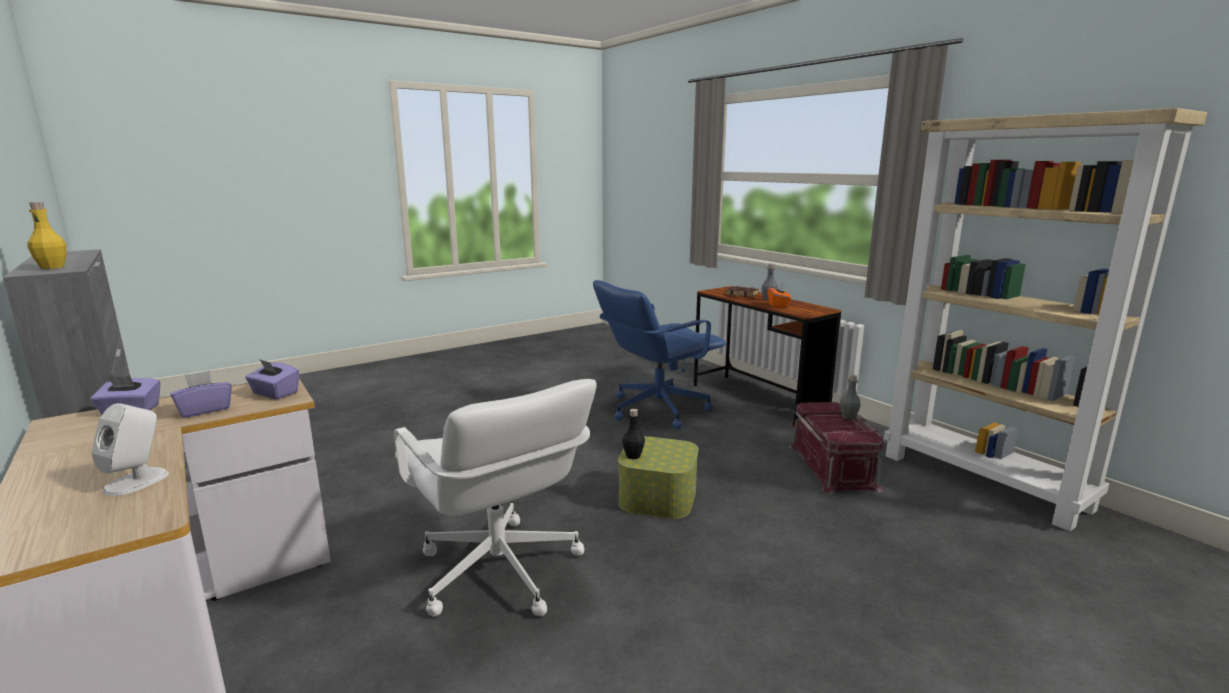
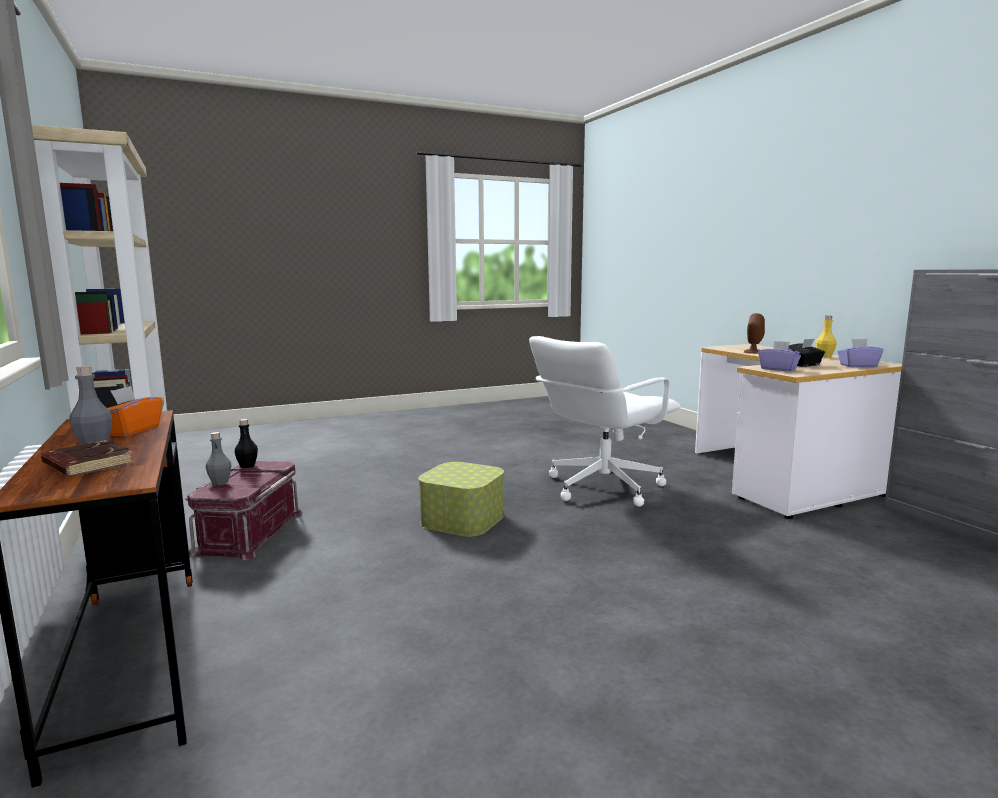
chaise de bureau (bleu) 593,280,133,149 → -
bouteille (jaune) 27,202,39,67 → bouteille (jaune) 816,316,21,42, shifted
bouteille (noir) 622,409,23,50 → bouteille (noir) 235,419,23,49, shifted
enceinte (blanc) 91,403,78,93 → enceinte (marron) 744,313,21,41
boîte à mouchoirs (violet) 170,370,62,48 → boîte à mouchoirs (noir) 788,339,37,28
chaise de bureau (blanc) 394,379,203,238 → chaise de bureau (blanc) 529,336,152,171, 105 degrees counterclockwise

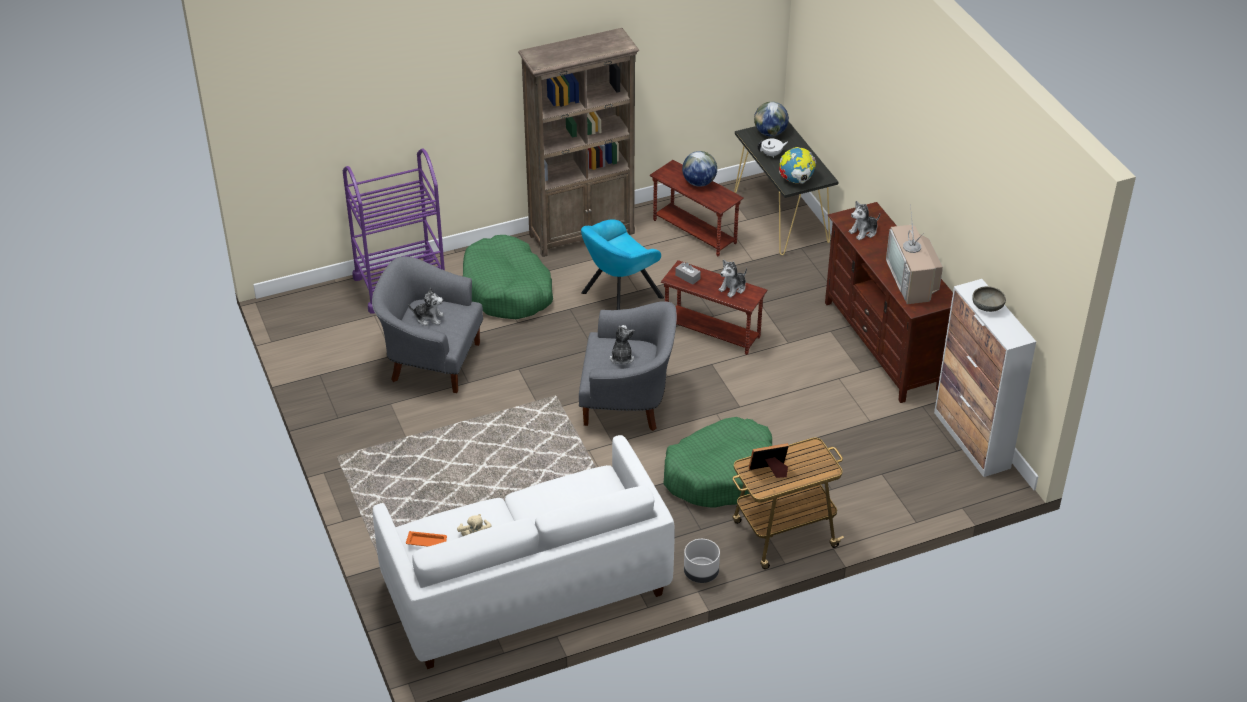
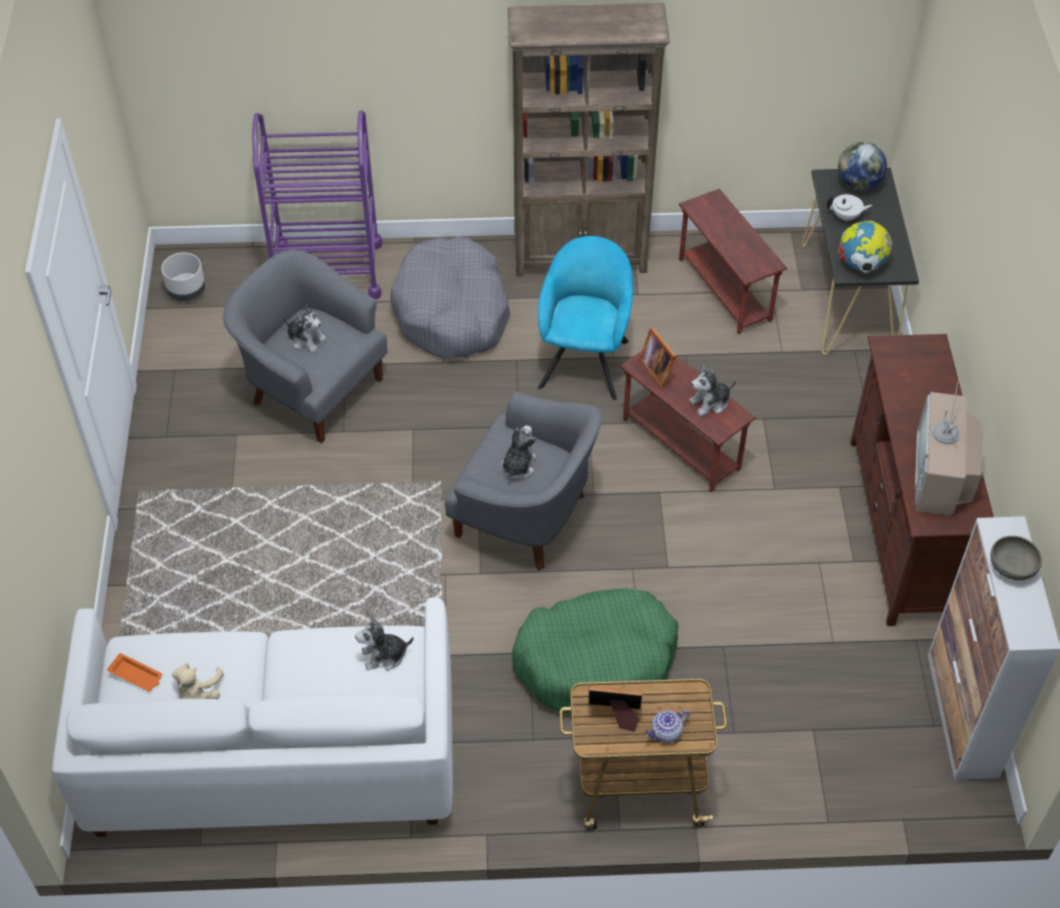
globe 682,151,35,36 → -
- → théière 645,710,45,33
cache-pot (gris) 684,539,36,44 → cache-pot (gris) 161,252,44,49, shifted
peluche 849,201,31,39 → peluche 355,614,58,57, shifted
boîte à mouchoirs (gris) 675,262,26,23 → cadre photo 638,327,38,62
panier pour chien (vert) 463,235,90,84 → panier pour chien (gris) 391,237,119,121
fauteuil (turquoise) 581,219,83,91 → fauteuil (turquoise) 538,236,95,164, 120 degrees clockwise

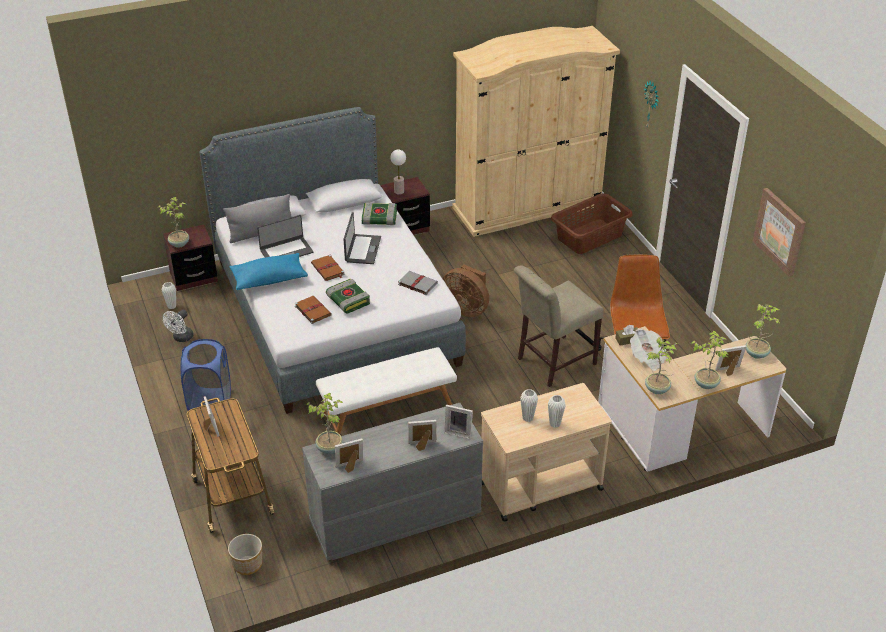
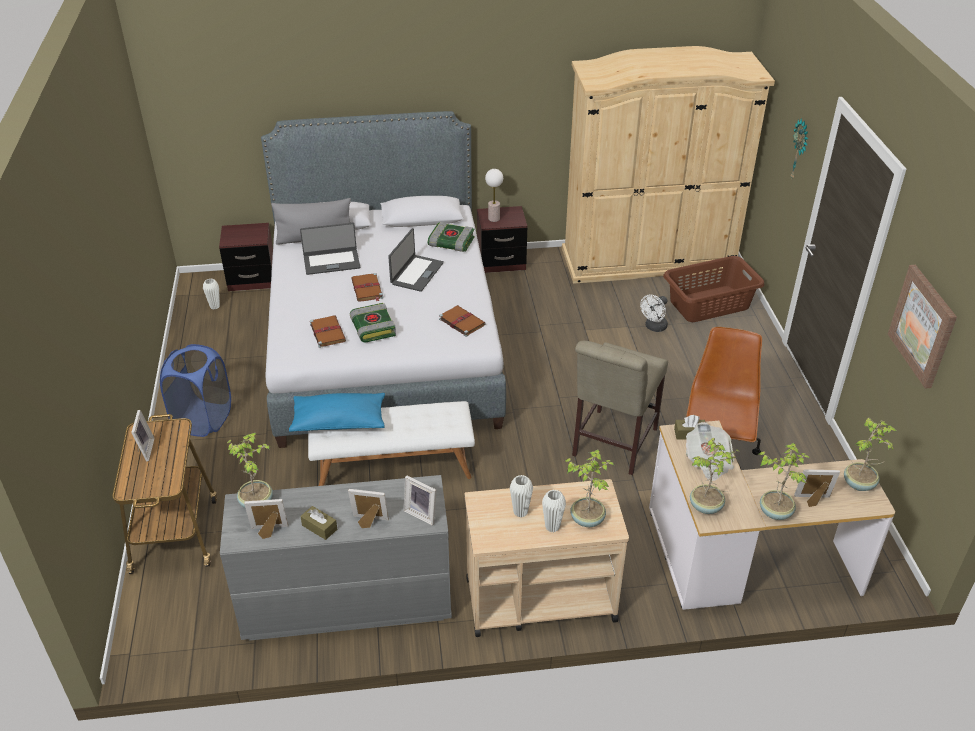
cache-pot 228,534,34,41 → -
ventilateur (marron) 443,265,46,52 → -
- → boîte à mouchoirs (marron) 300,506,37,34
plante en pot 158,197,31,51 → plante en pot 565,450,49,77, shifted
ventilateur (blanc) 163,310,30,32 → ventilateur (blanc) 640,294,28,38, shifted
coussin (bleu) 230,253,78,37 → coussin (bleu) 289,393,96,39, shifted
livre (gris) 398,271,40,24 → livre (marron) 439,305,47,32
chaise (beige) 514,265,90,122 → chaise (beige) 572,341,96,134, 45 degrees counterclockwise

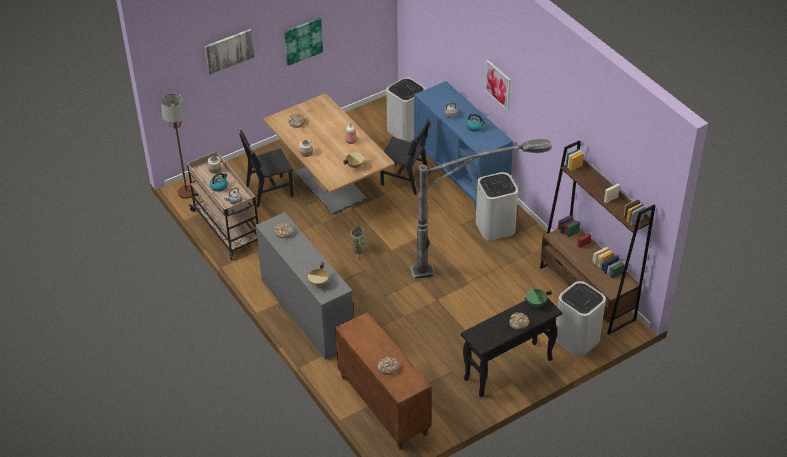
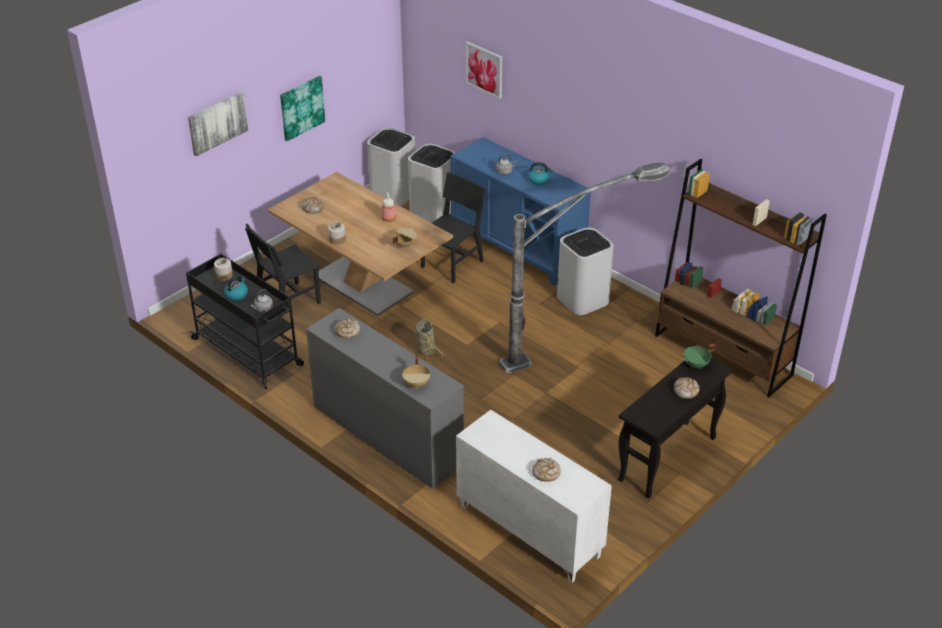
lampadaire (marron) 161,94,35,105 → -
tableau 485,60,26,51 → tableau 466,41,36,58, shifted
poubelle (blanc) 555,281,51,76 → poubelle (blanc) 367,128,48,78, shifted
chariot (beige) 187,151,71,109 → chariot (noir) 186,254,118,135
meuble de rangement (marron) 335,312,97,138 → meuble de rangement (blanc) 456,410,156,173
chaise (noir) 380,118,50,77 → chaise (noir) 421,172,64,111, 60 degrees counterclockwise

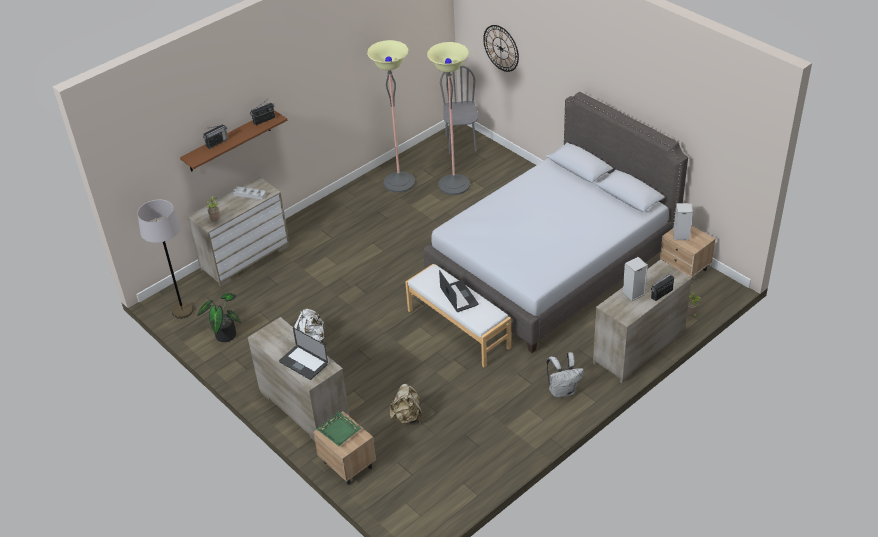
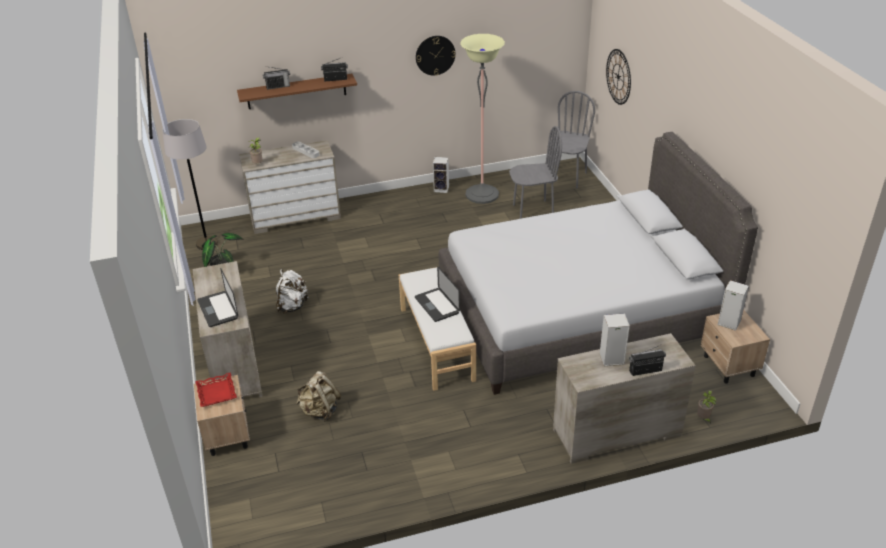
sac à dos (blanc) 547,352,37,46 → -
- → horloge murale 416,36,40,40
- → enceinte 433,157,16,36
lampadaire 427,42,43,153 → chaise (gris) 509,126,53,93
plateau (vert) 316,411,45,35 → plateau (rouge) 195,372,42,35
ordinateur portable 439,270,40,42 → ordinateur portable 415,266,45,56, 150 degrees clockwise

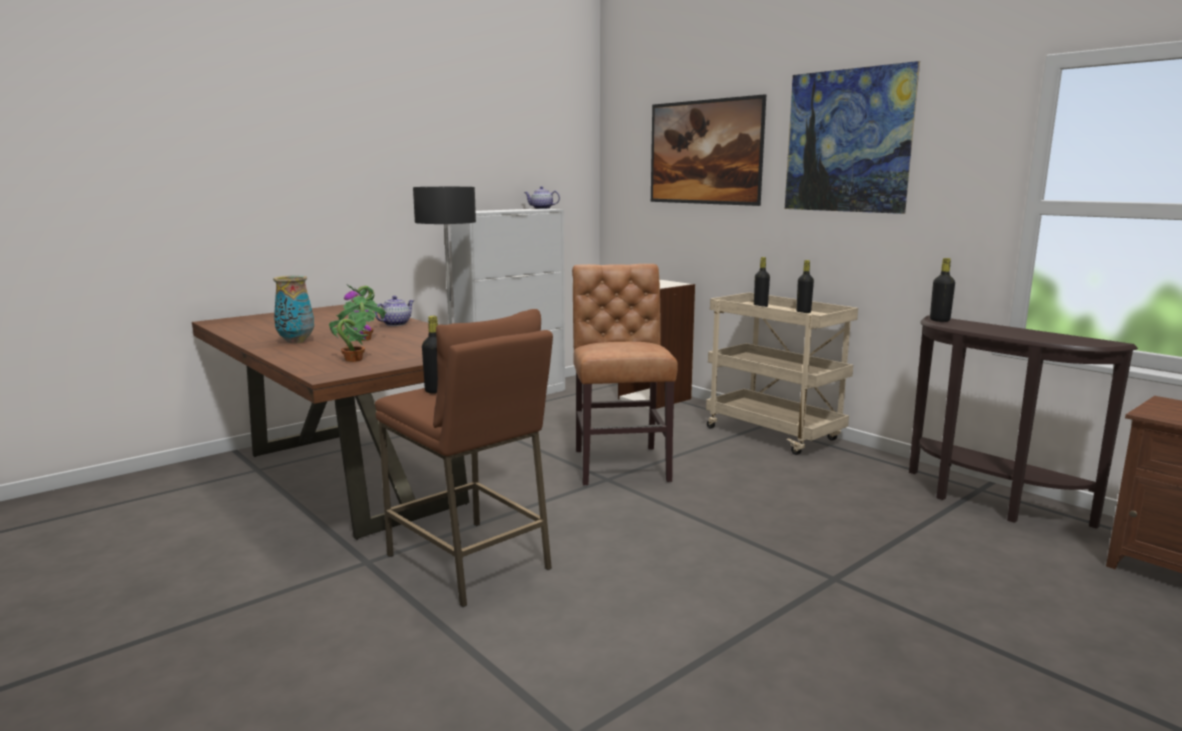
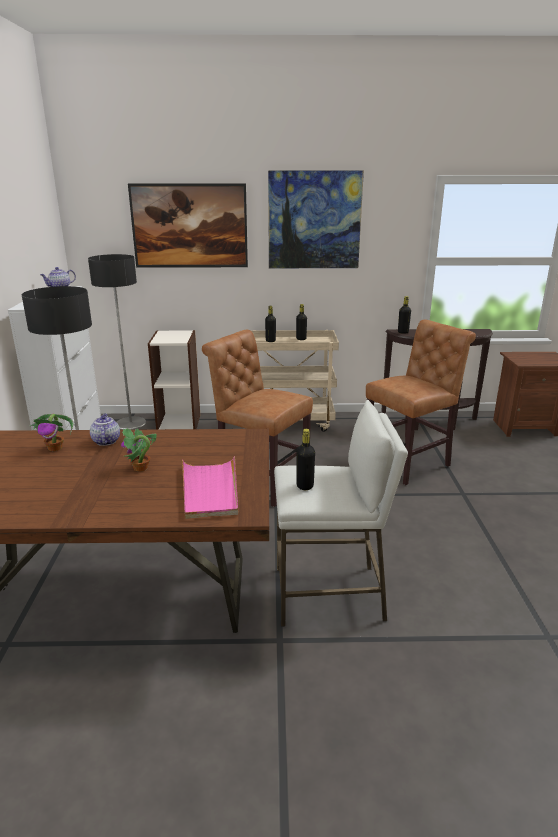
vase 273,275,41,68 → -
- → lampadaire 88,254,59,176
- → chaise (marron) 366,320,110,165
plante en pot 329,311,42,51 → plateau (rose) 182,456,56,63
tabouret (marron) 375,309,178,298 → tabouret (blanc) 274,400,134,227

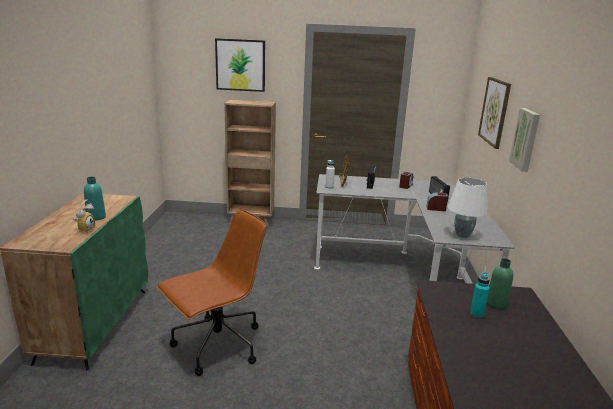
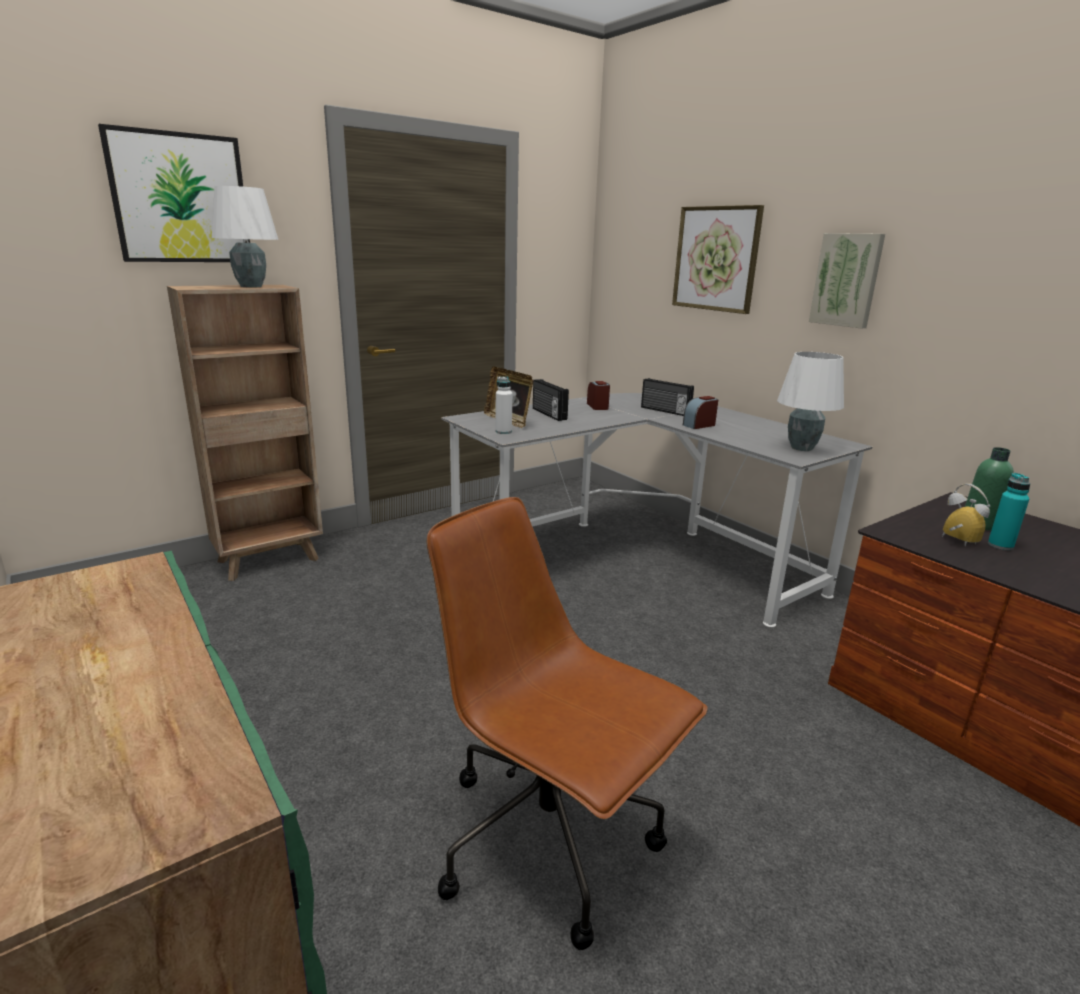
bouteille (turquoise) 84,177,22,44 → -
- → lampe de table (blanc) 212,186,66,101
réveil 73,200,22,32 → réveil 942,483,48,63, shifted
chaise de bureau (marron) 157,209,110,167 → chaise de bureau (marron) 427,497,281,453, 60 degrees counterclockwise

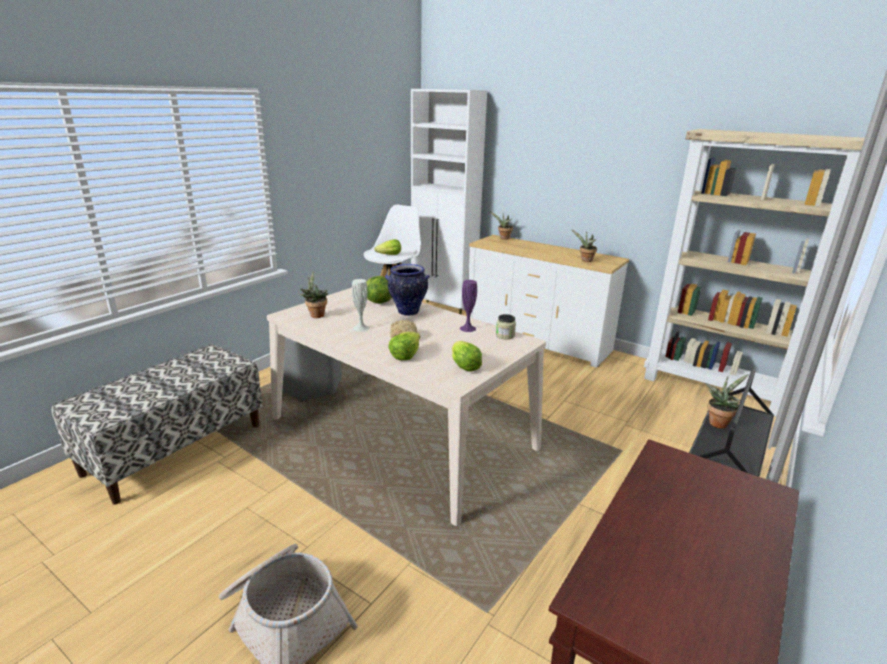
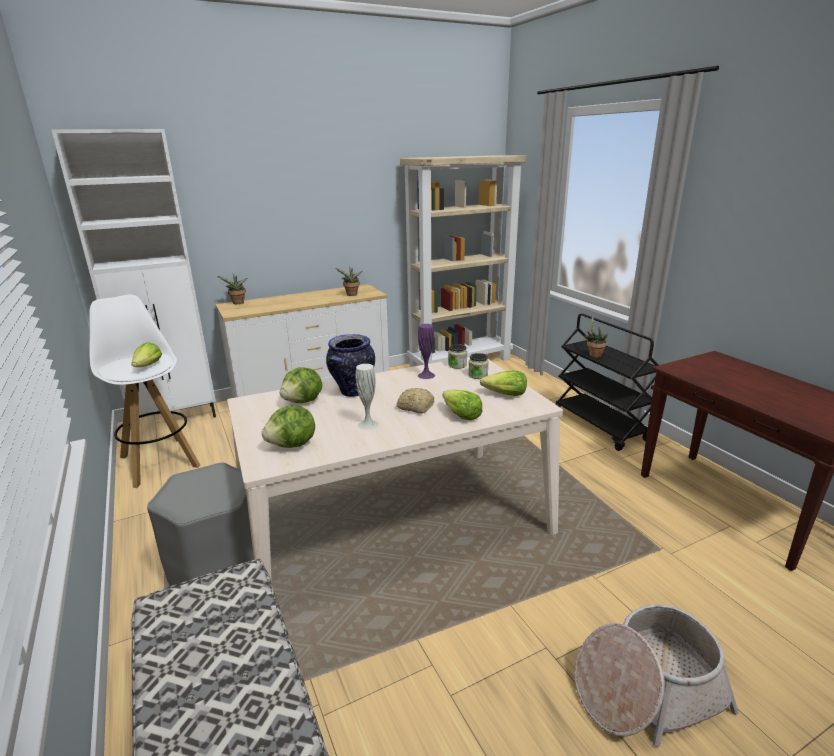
- → bocal 468,353,21,26
plante en pot 300,271,28,47 → laitue 262,405,53,43

